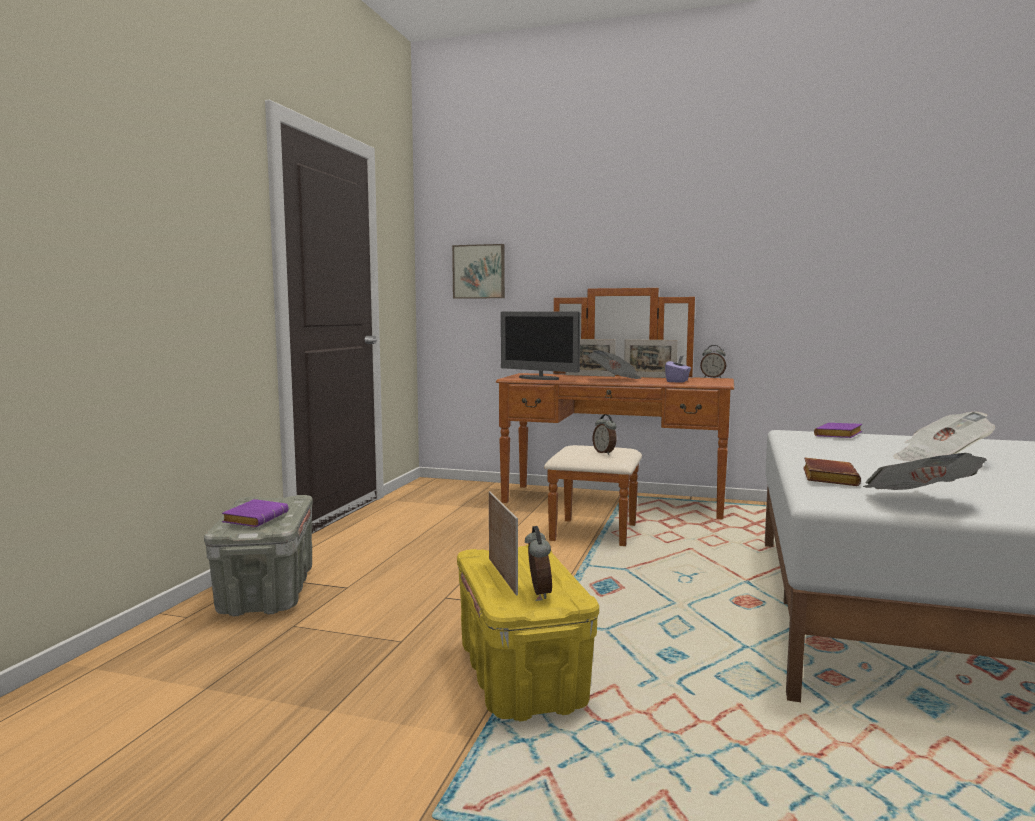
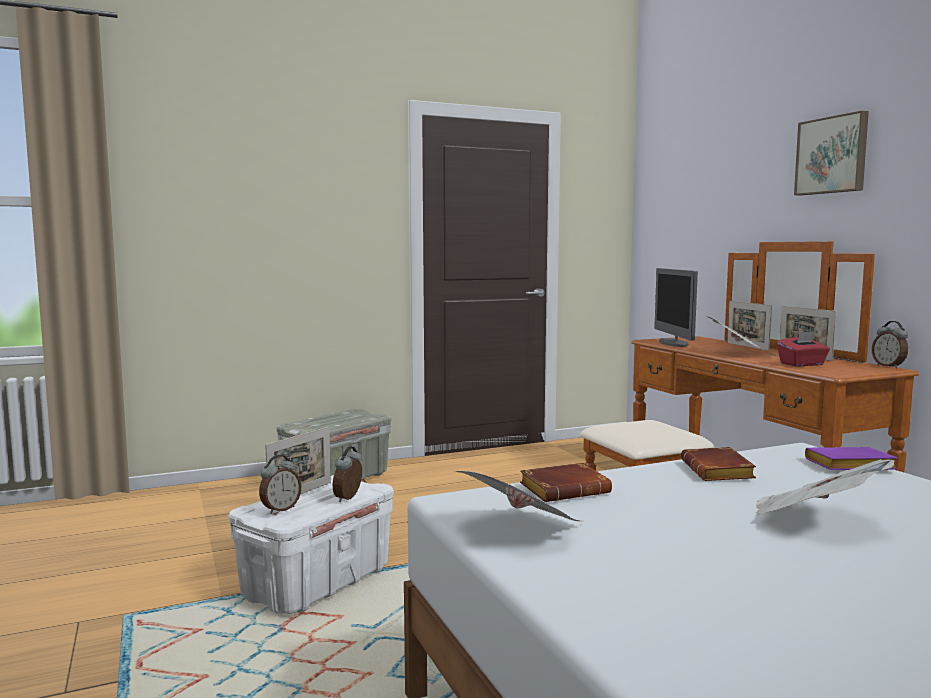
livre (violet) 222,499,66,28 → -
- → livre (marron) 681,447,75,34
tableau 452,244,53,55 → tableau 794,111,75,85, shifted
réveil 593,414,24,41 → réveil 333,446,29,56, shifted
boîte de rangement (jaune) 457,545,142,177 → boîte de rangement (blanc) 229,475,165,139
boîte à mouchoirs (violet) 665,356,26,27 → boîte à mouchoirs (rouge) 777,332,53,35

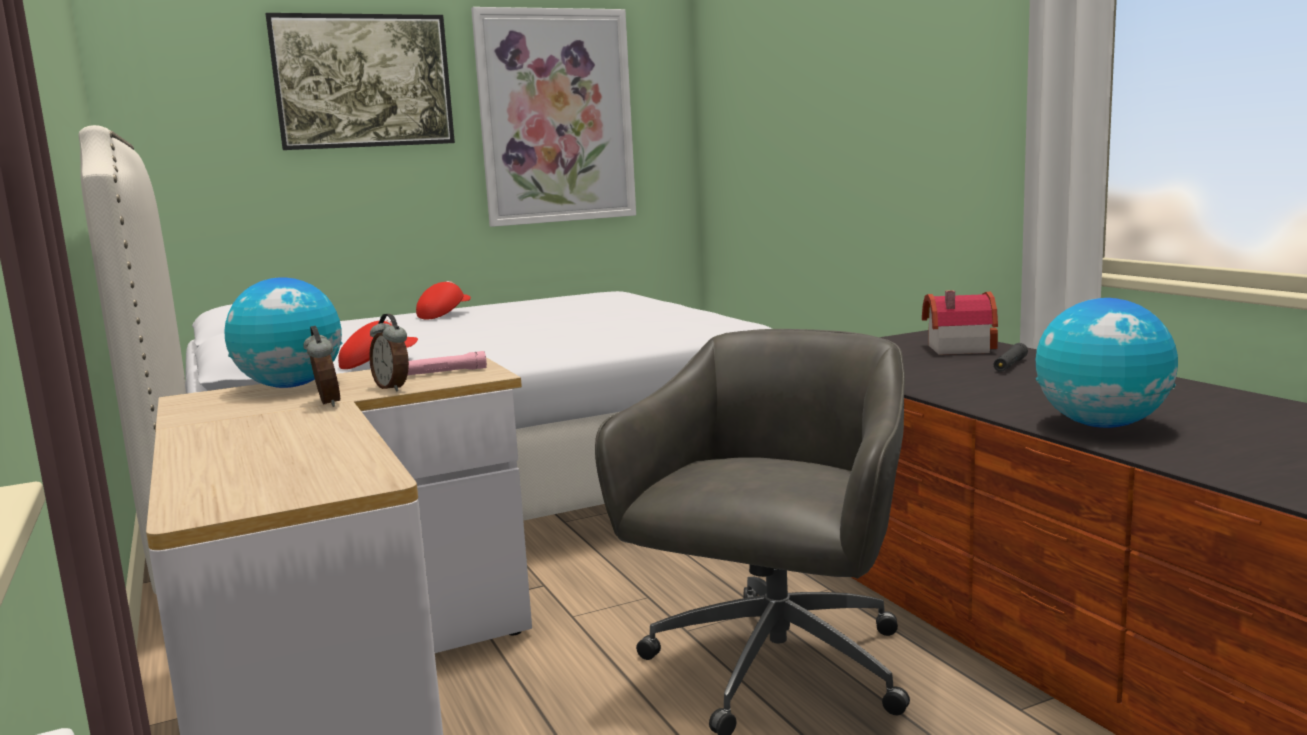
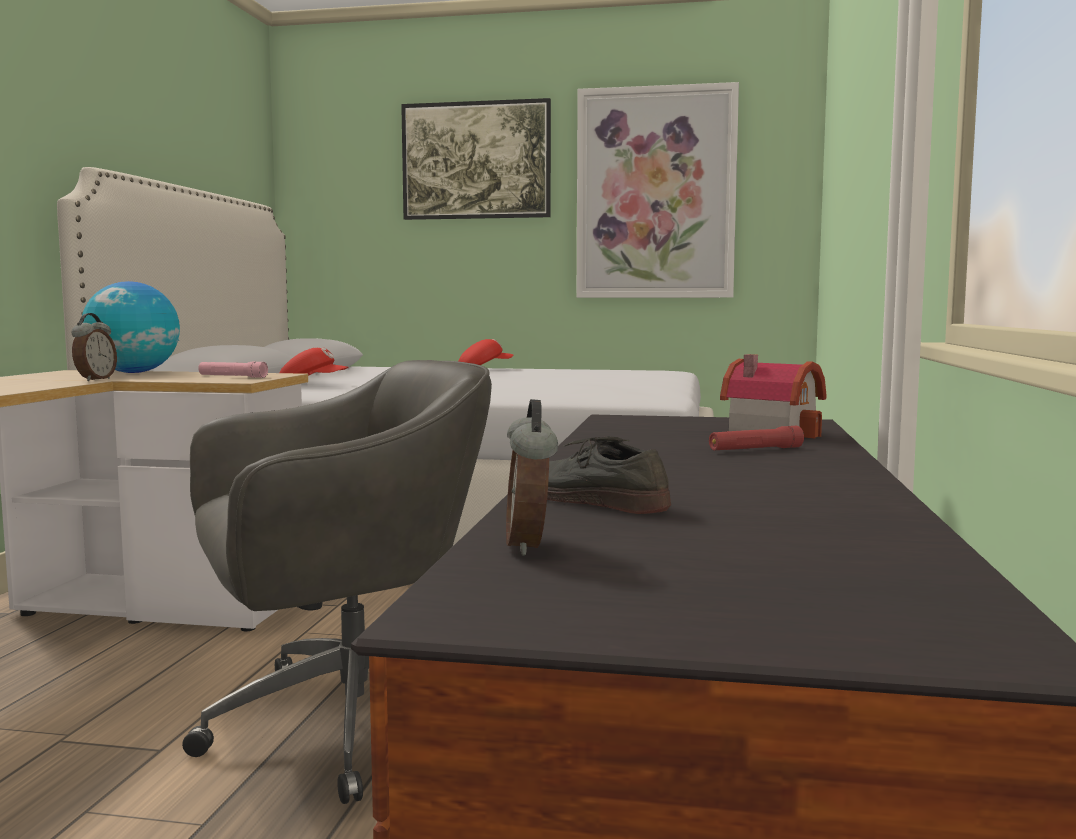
réveil 369,314,40,77 → réveil 506,399,52,157, shifted
globe 1036,298,142,130 → chaussure (gris) 547,436,124,78
lampe de poche (noir) 994,343,34,29 → lampe de poche (rouge) 709,426,95,24

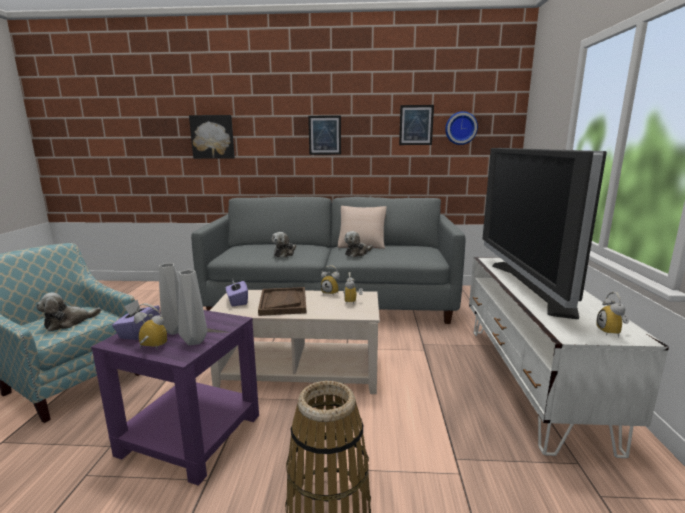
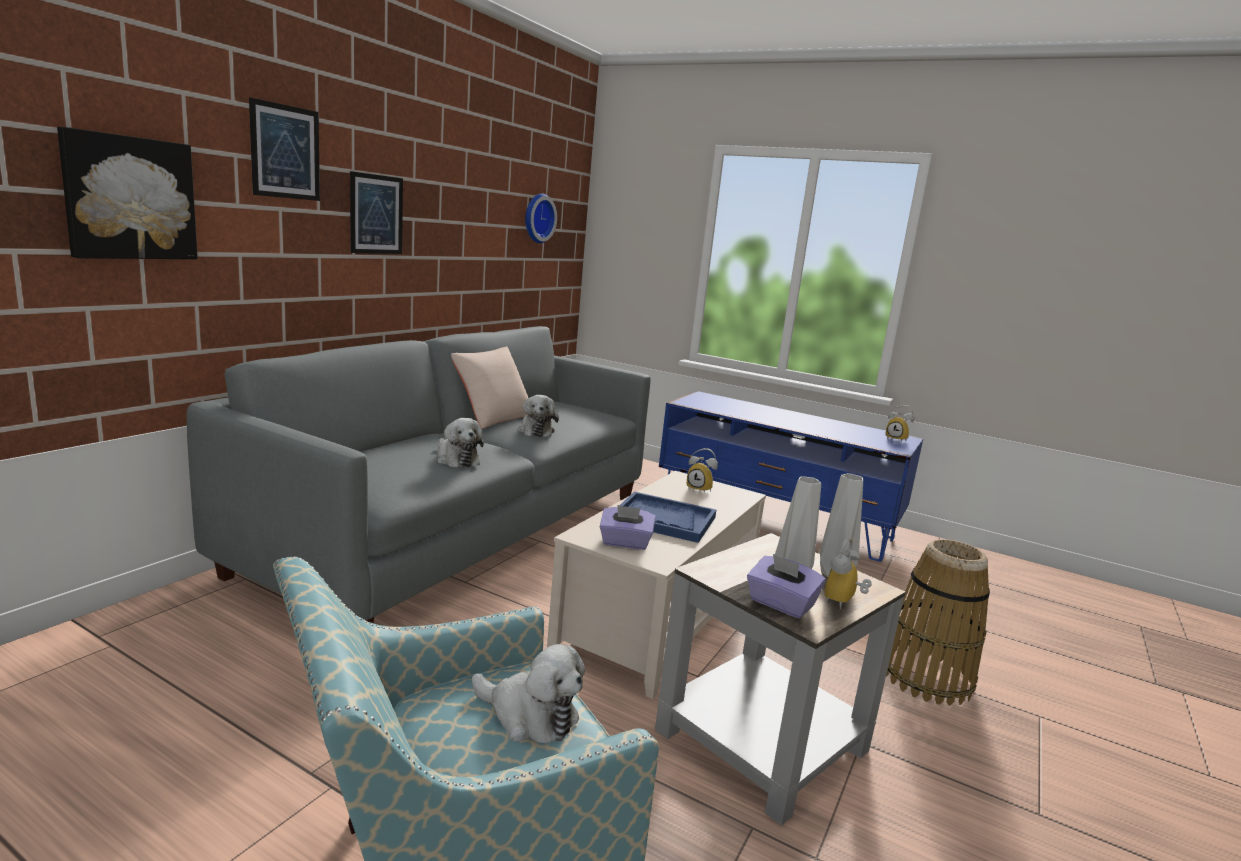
réveil 321,265,19,29 → -
téléviseur 482,148,125,171 → -
tableau 399,105,35,40 → tableau 249,97,71,104, shifted
table d'appoint (violet) 91,310,168,176 → table d'appoint (gris) 655,533,251,293
plateau (marron) 258,287,48,29 → plateau (bleu) 620,492,96,51
meuble télé (blanc) 469,257,200,201 → meuble télé (bleu) 659,391,264,171
peluche 36,292,65,40 → peluche 472,644,113,100, 45 degrees counterclockwise

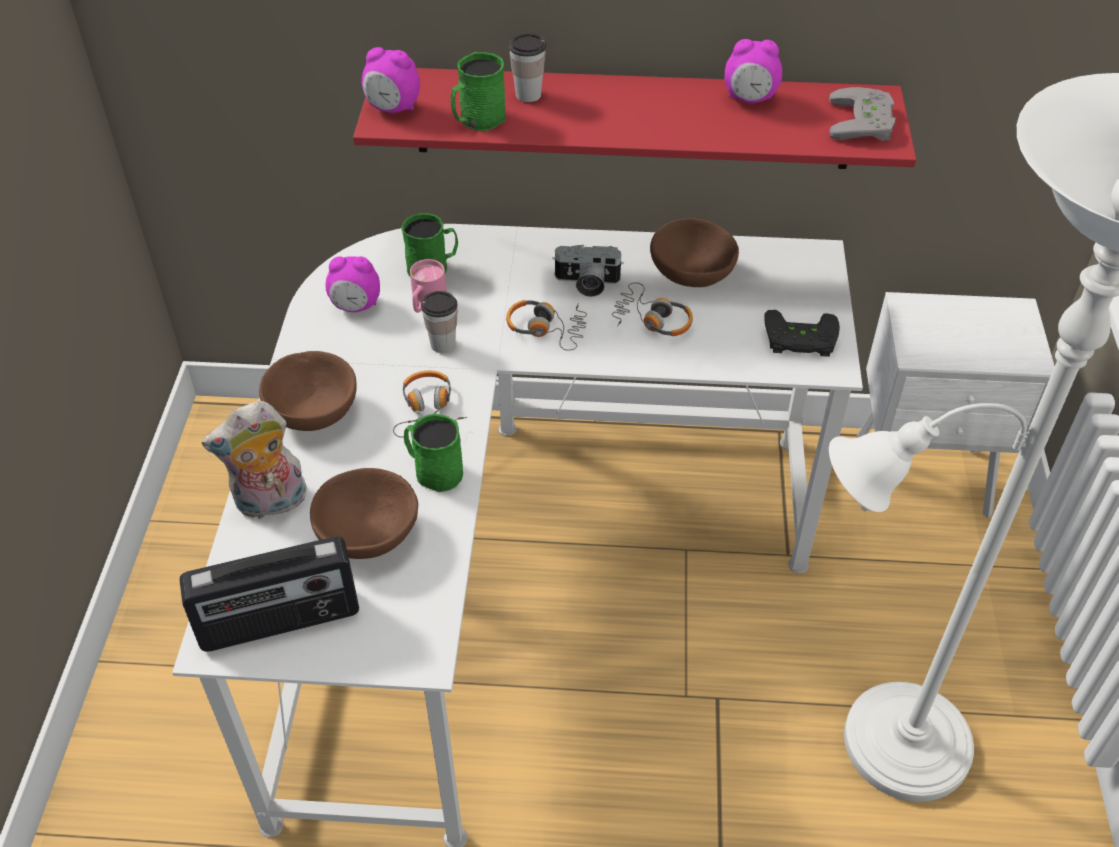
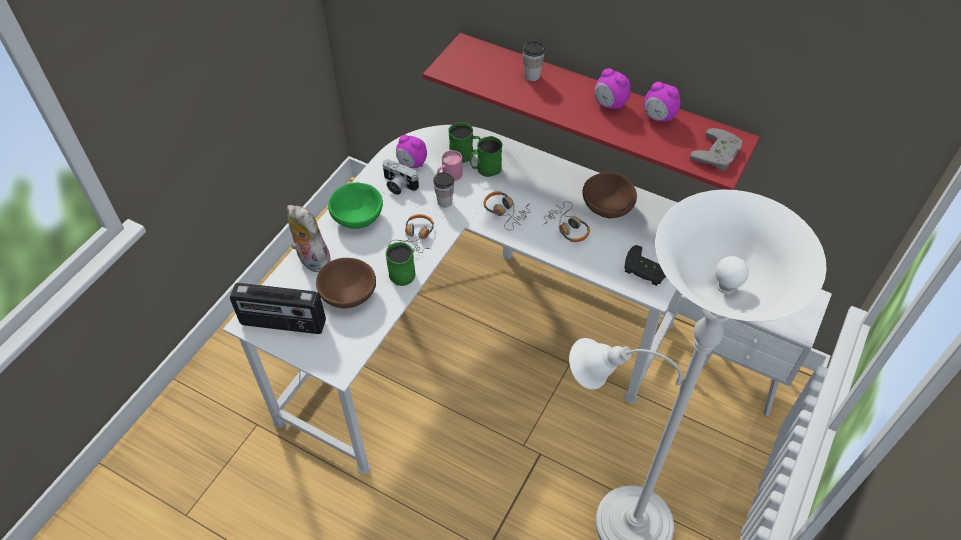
réveil 362,47,58,66 → réveil 595,68,35,41, shifted
mug (vert) 451,52,55,79 → mug (vert) 470,136,33,41, shifted
appareil photo 552,245,72,52 → appareil photo 383,159,36,36, shifted
bol (marron) 259,351,98,80 → bol (vert) 328,182,55,47
peluche 202,401,105,118 → peluche 287,205,44,67, 45 degrees clockwise

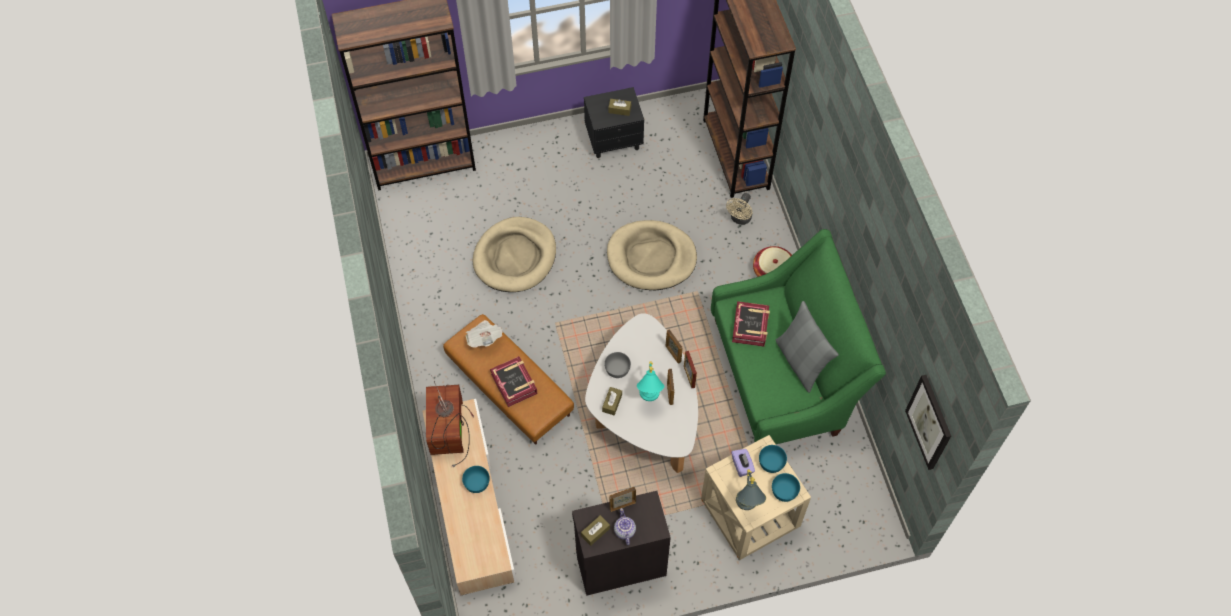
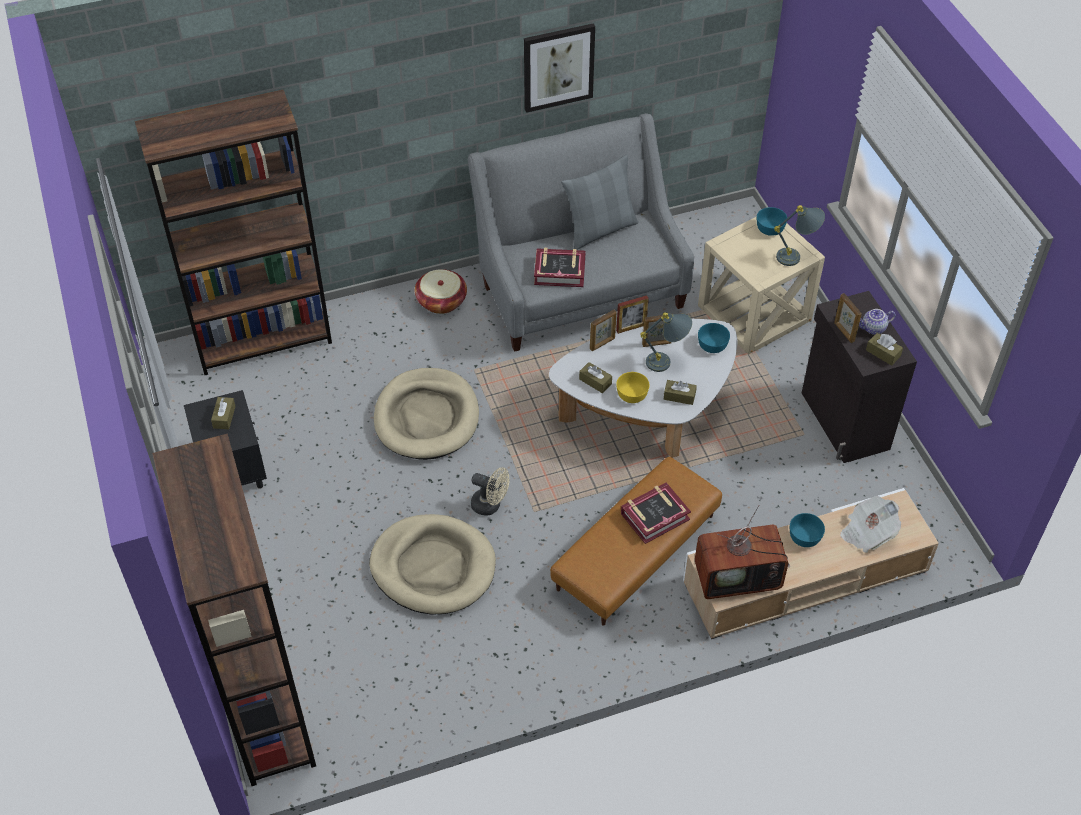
boîte à mouchoirs (violet) 731,449,24,28 → -
- → boîte à mouchoirs (marron) 579,362,33,31
journal 466,320,37,28 → journal 840,496,61,57, shifted
ventilateur (beige) 726,193,26,32 → ventilateur (beige) 471,467,39,49, shifted
bol (turquoise) 759,445,28,28 → bol (turquoise) 698,323,32,30, shifted
tableau 905,375,46,95 → tableau 524,23,71,90, shifted
bol (gris) 604,352,27,26 → bol (jaune) 616,372,33,31
lampe de table (turquoise) 637,361,27,40 → lampe de table (gris) 640,312,52,60
canapé (vert) 711,229,175,215 → canapé (gris) 468,113,226,239

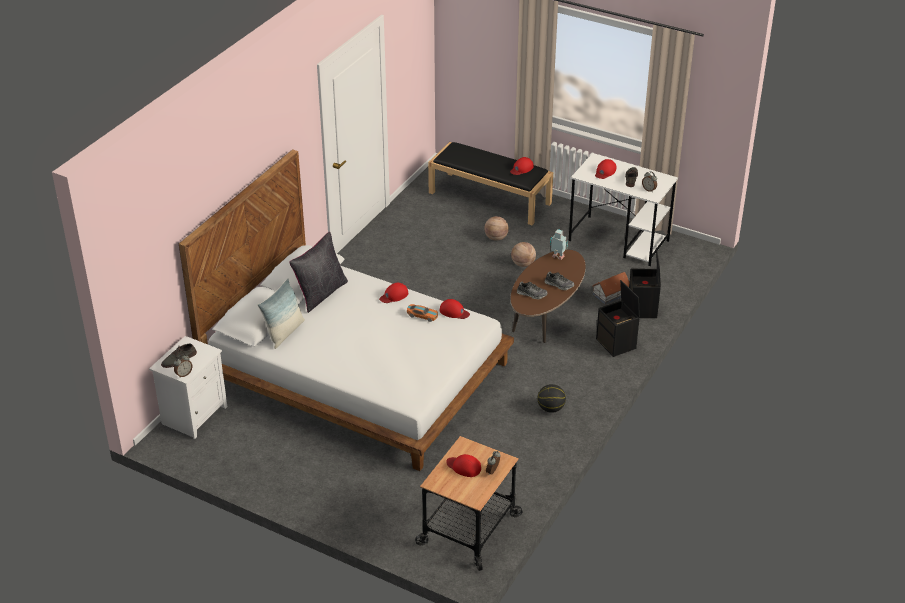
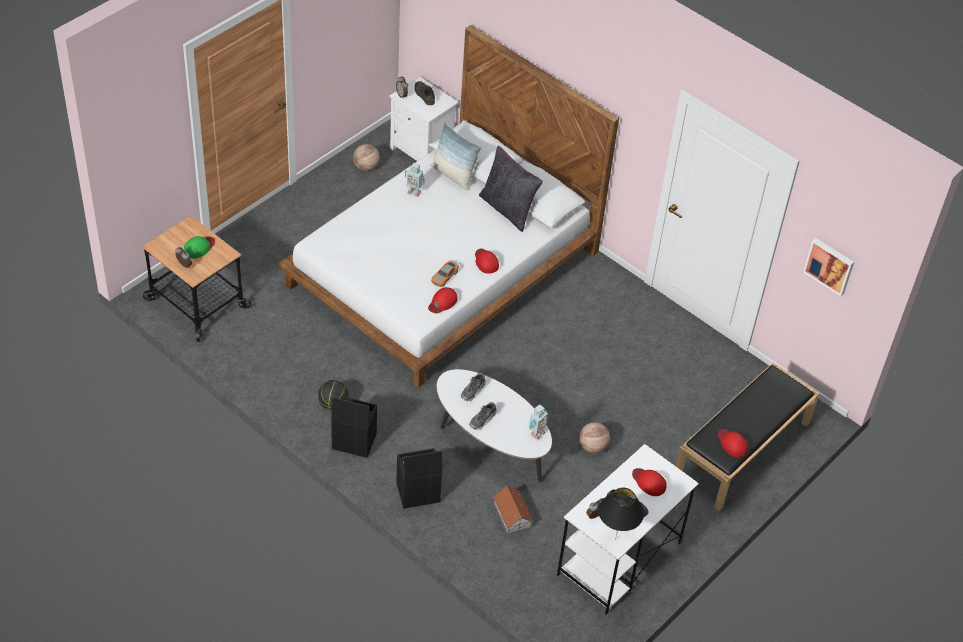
- → robot jouet 405,163,20,34
- → lampe de table (noir) 598,488,46,51
- → tableau 803,238,51,58
ballon de basket 484,216,25,25 → ballon de basket 353,144,27,27, shifted
boîte de rangement (noir) 629,248,32,70 → boîte de rangement (noir) 331,396,46,62, shifted
casquette (rouge) 446,454,35,23 → casquette (vert) 184,236,31,23
table basse (marron) 510,249,76,94 → table basse (blanc) 437,369,115,113

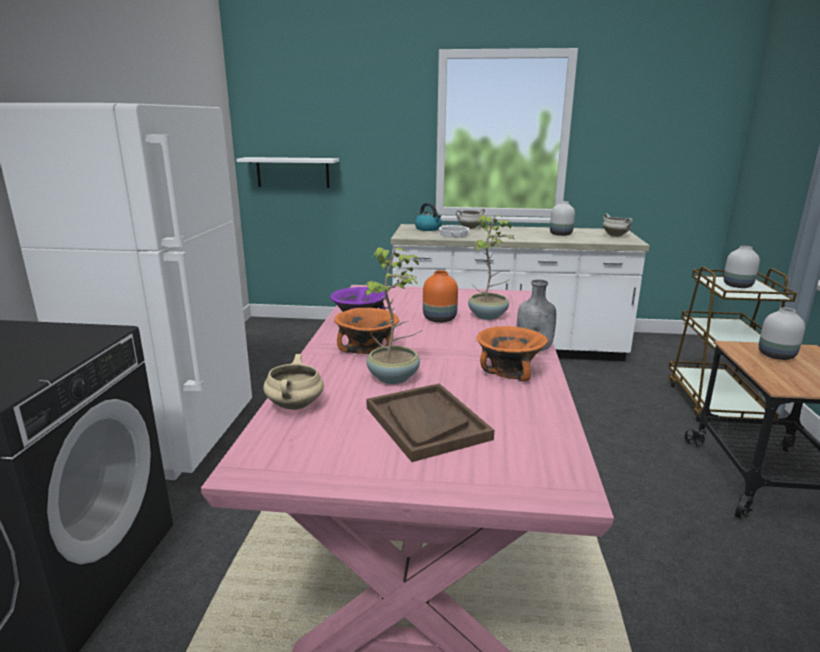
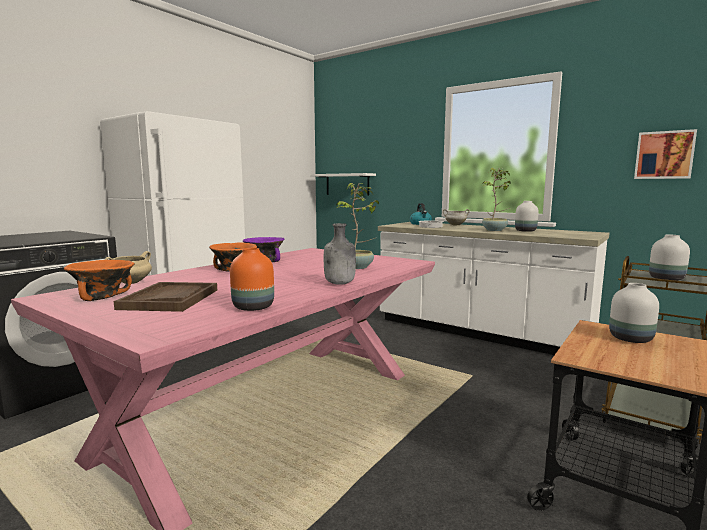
marmite (blanc) 603,214,29,23 → -
- → tableau 634,129,63,50
plante en pot 363,247,59,137 → plante en pot 481,168,30,63, shifted
vase (orange) 423,270,35,53 → vase (orange) 230,248,44,63, shifted
bol (orange) 477,326,71,56 → bol (orange) 64,260,71,41, shifted

